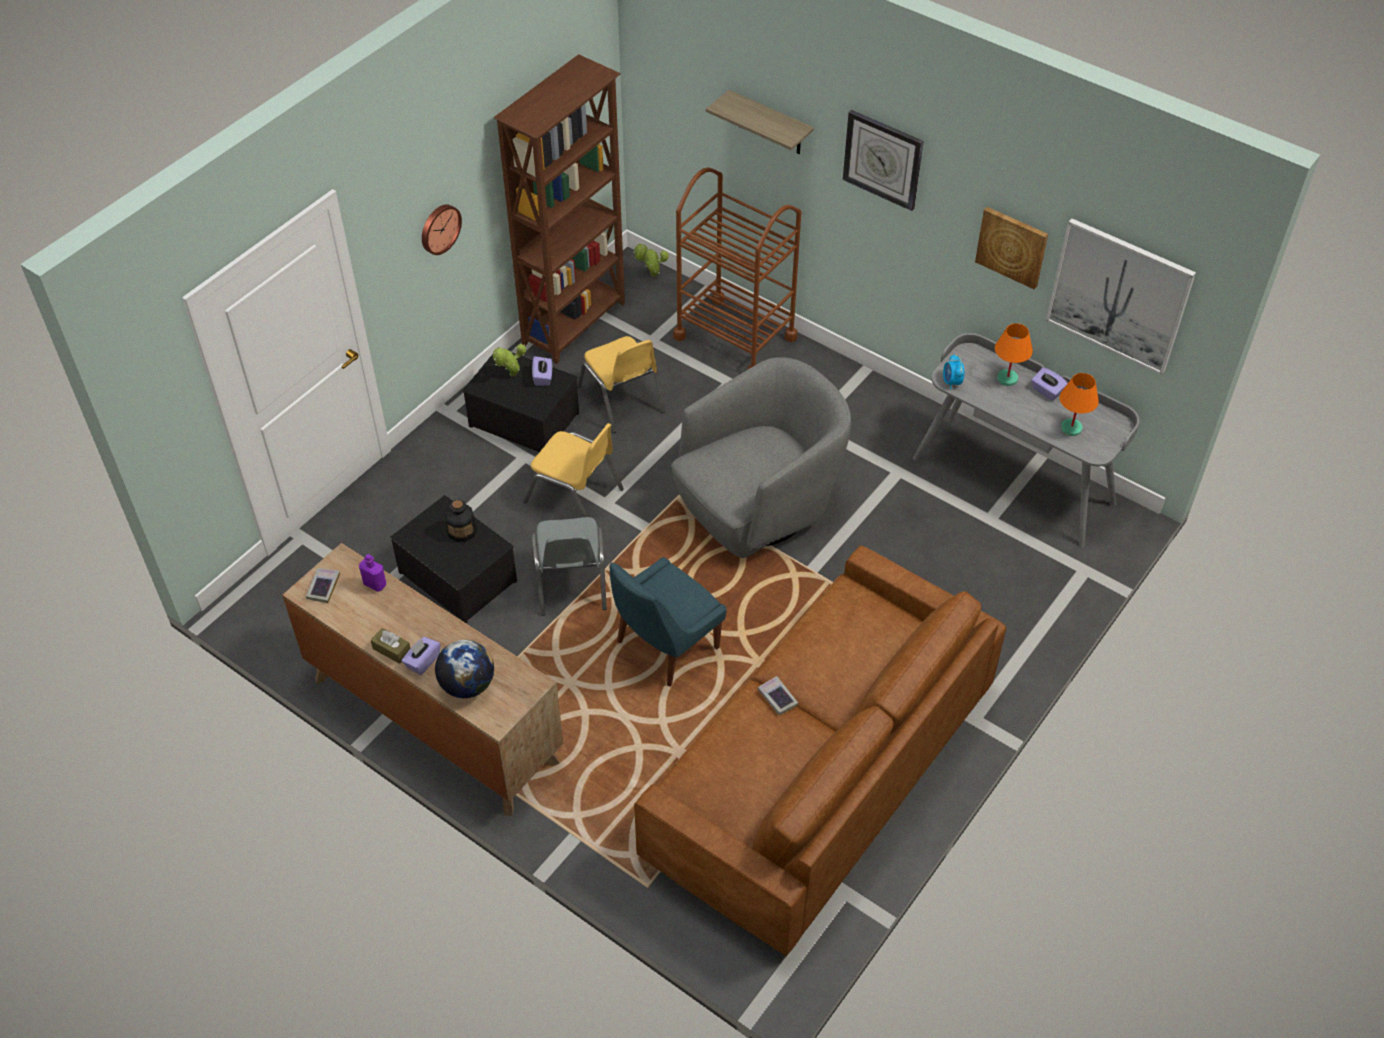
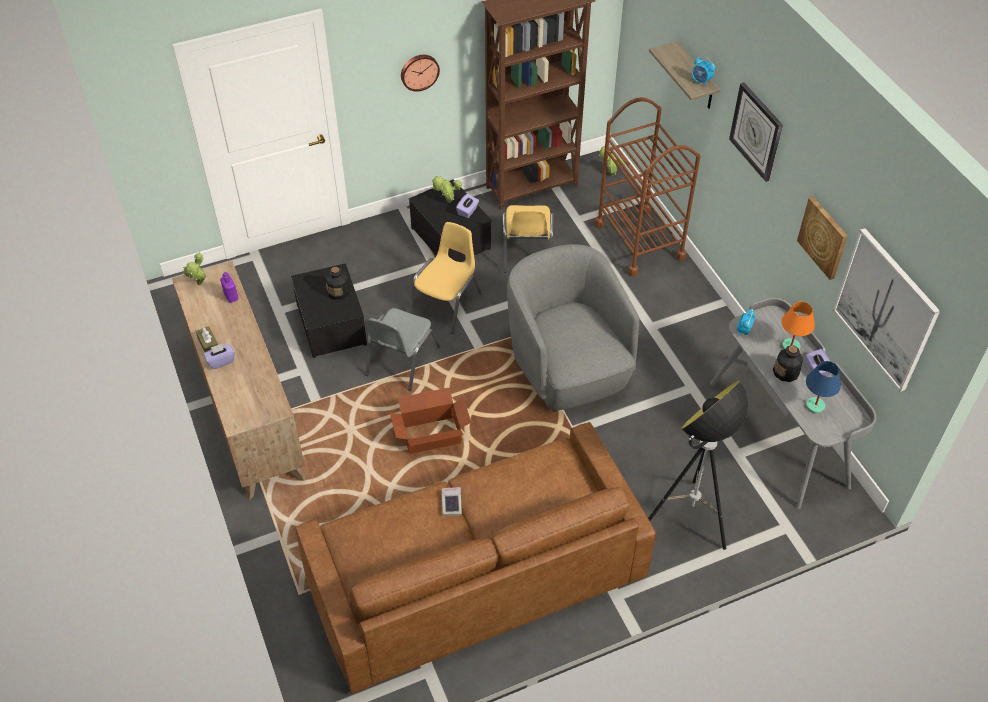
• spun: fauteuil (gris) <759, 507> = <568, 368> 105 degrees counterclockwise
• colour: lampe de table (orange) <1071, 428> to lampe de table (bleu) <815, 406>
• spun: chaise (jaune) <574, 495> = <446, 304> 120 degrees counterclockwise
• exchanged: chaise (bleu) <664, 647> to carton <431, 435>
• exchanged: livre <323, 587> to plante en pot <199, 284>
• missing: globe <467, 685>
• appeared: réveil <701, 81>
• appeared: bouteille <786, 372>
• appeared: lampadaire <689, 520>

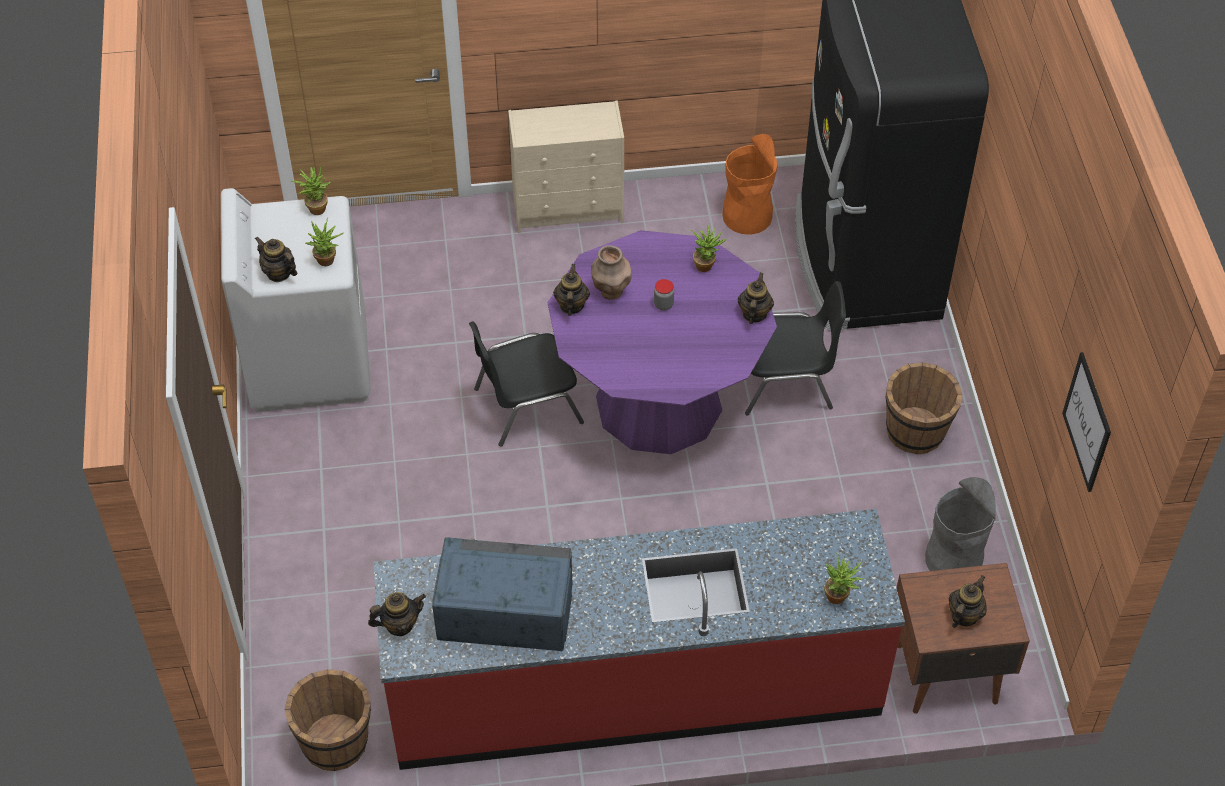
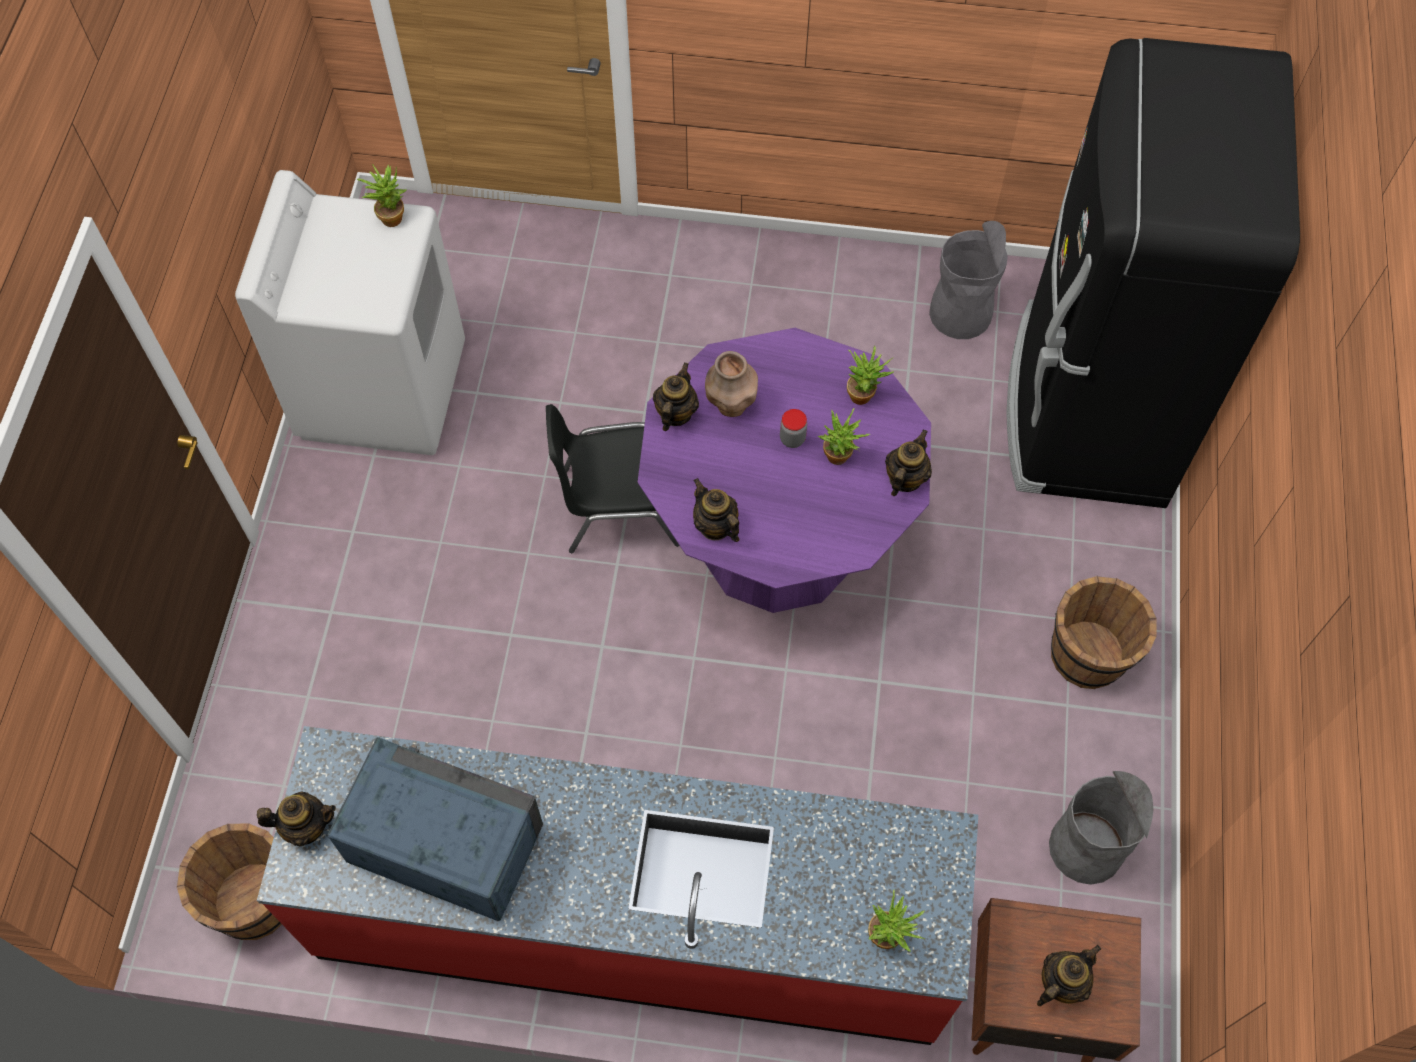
• missing: commode (beige) <569, 209>
• colour: poubelle (orange) <747, 216> to poubelle (gris) <960, 313>
• relocated: plante en pot <328, 262> to <839, 459>
• relocated: théière <279, 273> to <715, 526>
• missing: chaise (noir) <786, 381>
• missing: tableau <1087, 422>

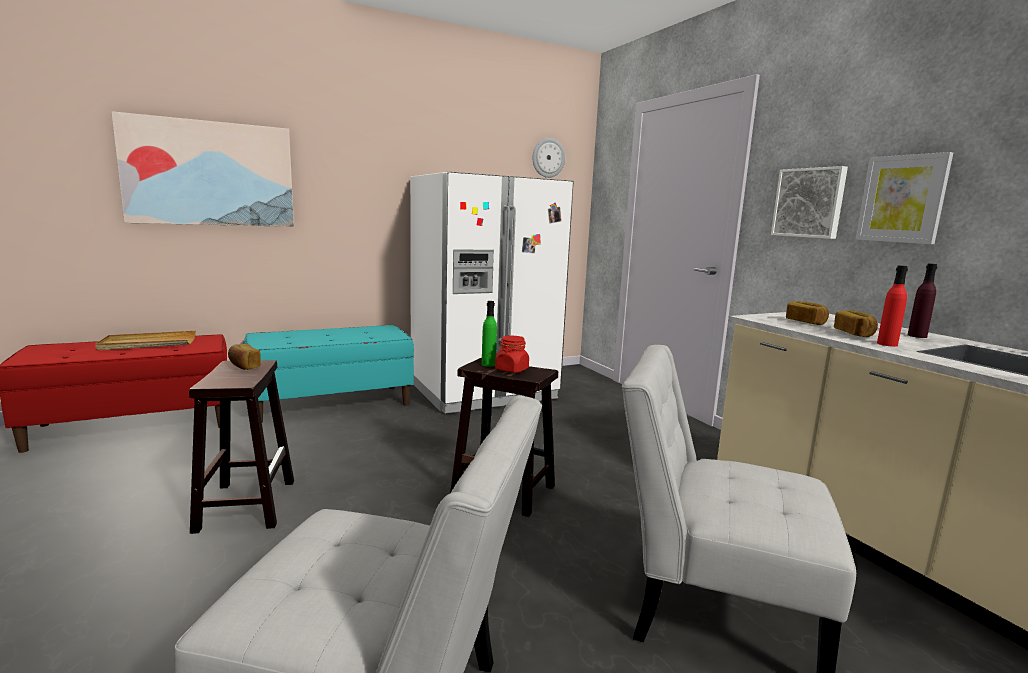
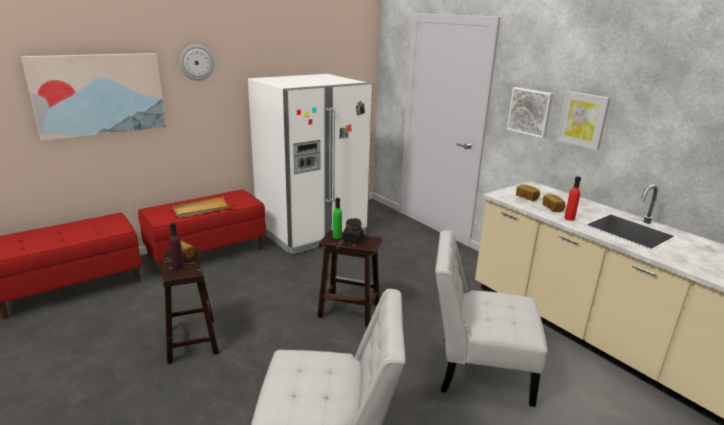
• relocated: horloge murale <548, 158> to <196, 62>
• relocated: bouteille (violet) <917, 336> to <178, 266>
• colour: banc (turquoise) <332, 403> to banc (rouge) <207, 252>
• relocated: plateau (beige) <148, 344> to <201, 209>
• colour: bocal (rouge) <511, 369> to bocal (noir) <353, 240>

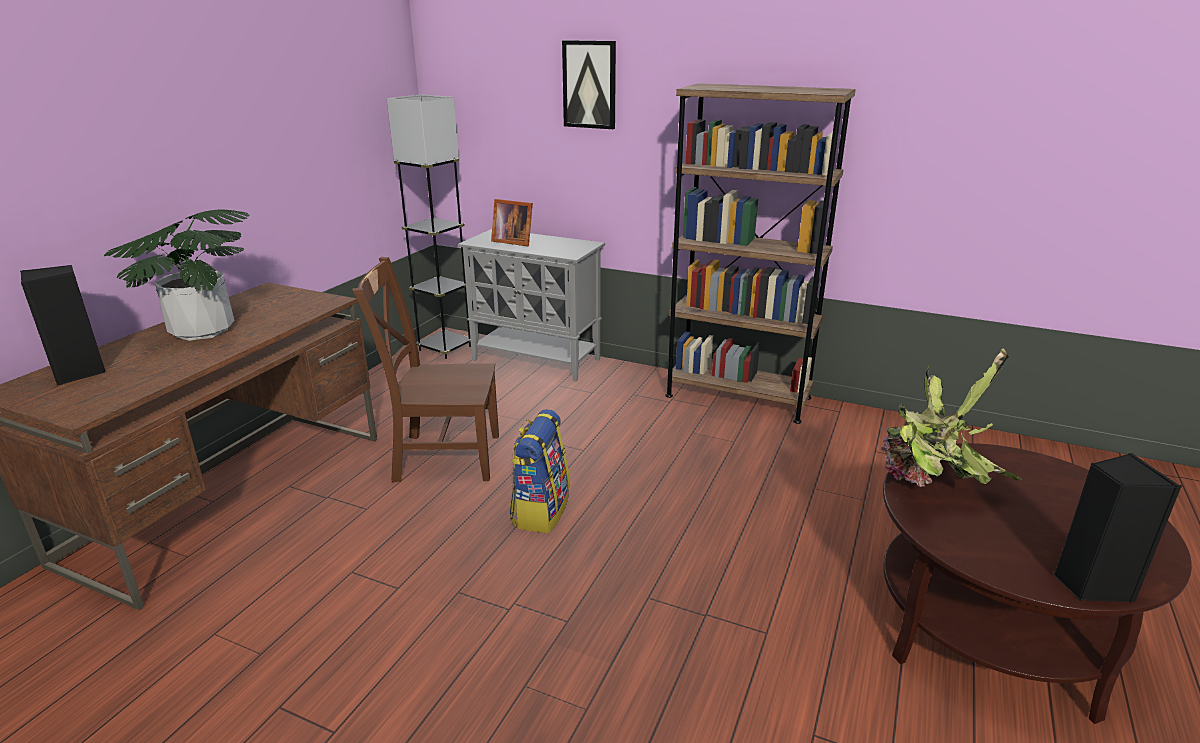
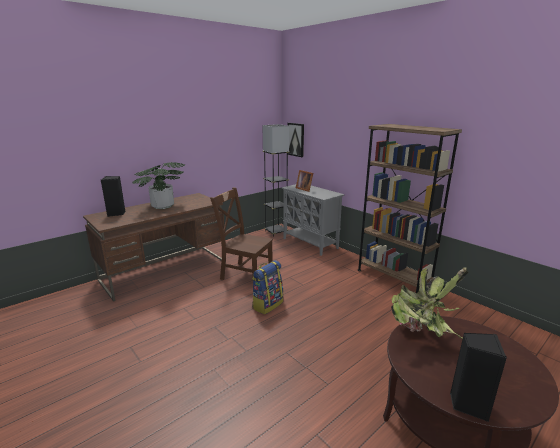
• relocated: tableau <589, 84> to <296, 139>

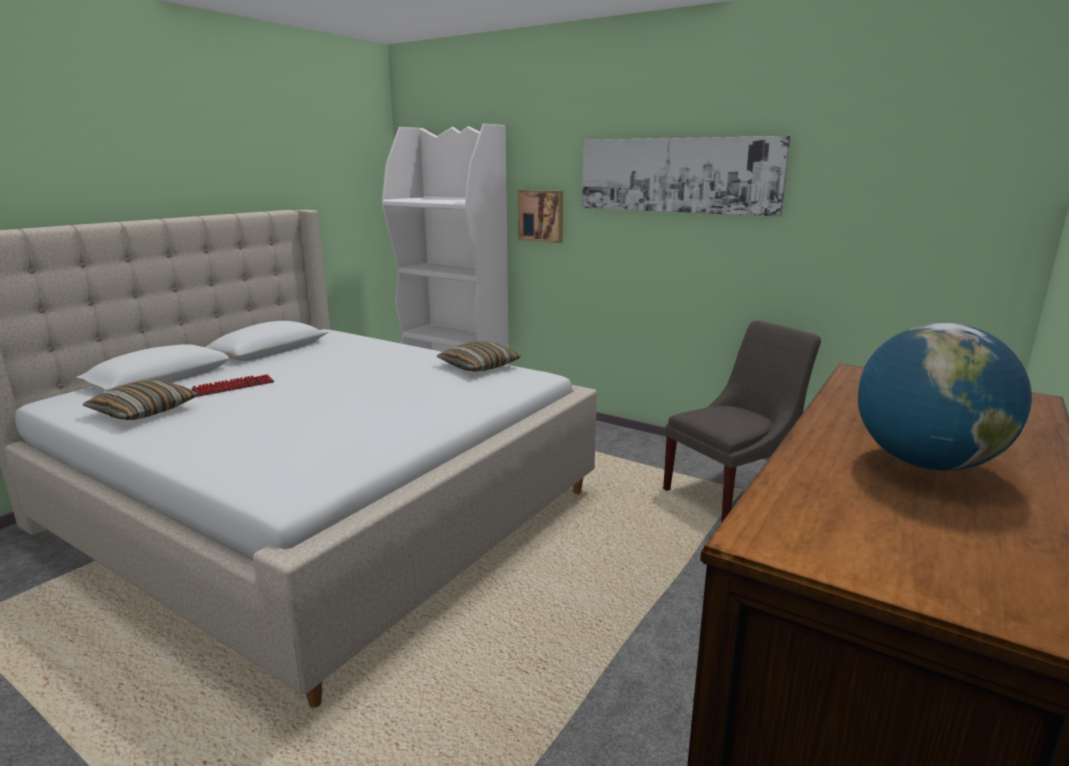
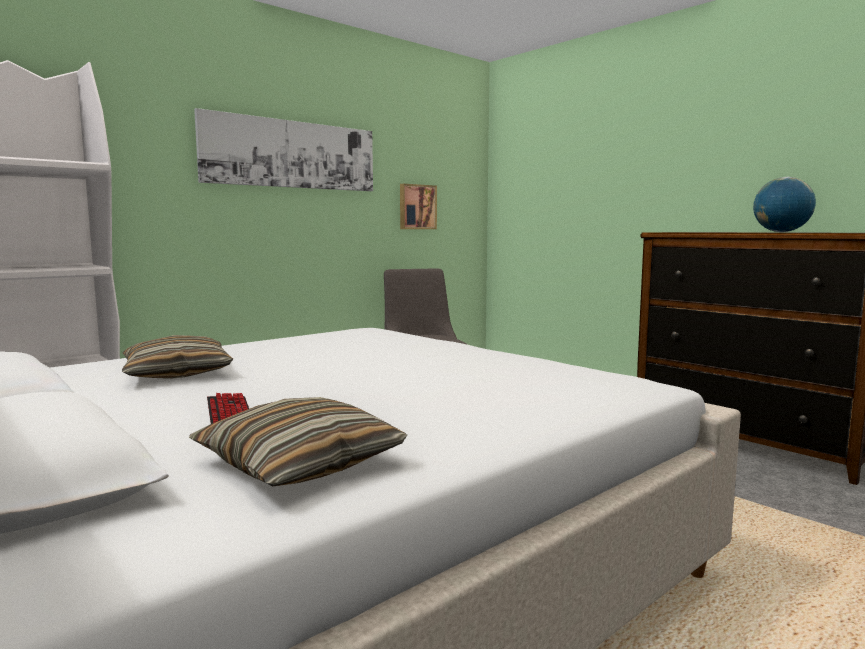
• relocated: tableau <541, 215> to <417, 207>
• relocated: coussin <479, 366> to <177, 373>

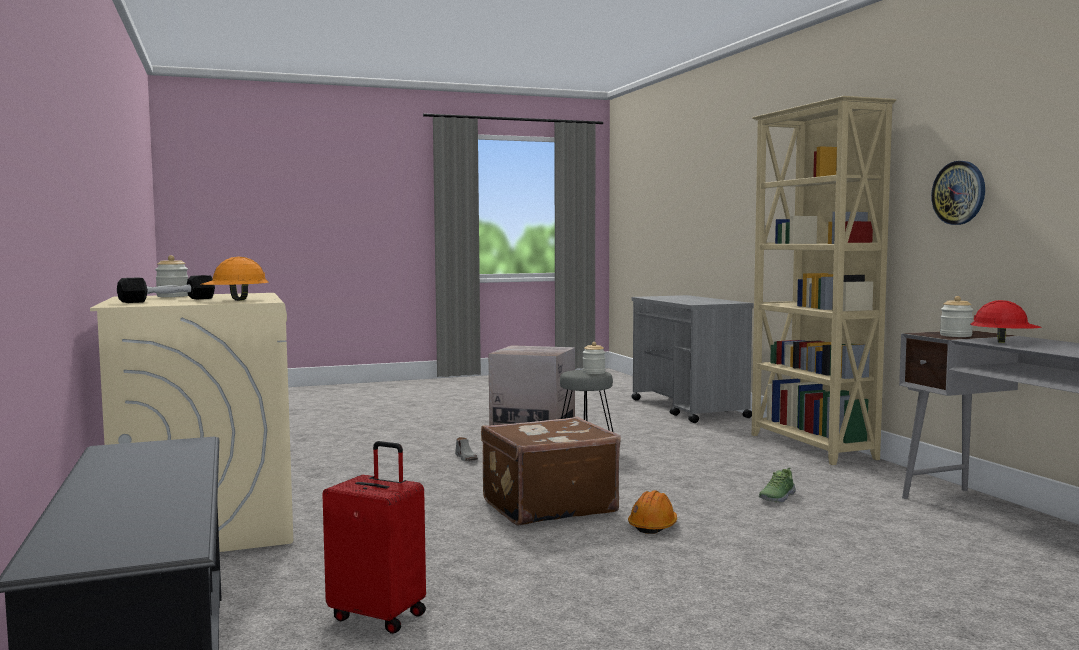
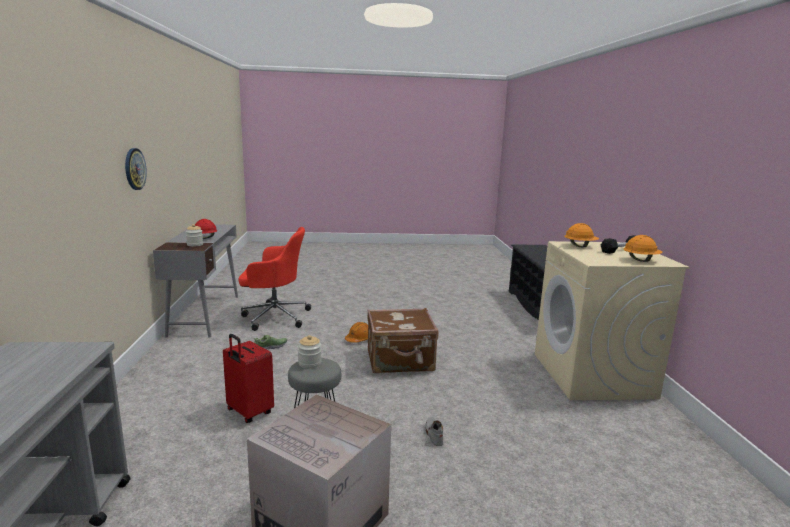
• missing: bibliothèque (beige) <811, 447>
• exchanged: bocal <173, 296> to casque de chantier (orange) <640, 260>
• relocated: valise (rouge) <379, 615> to <248, 412>
• appeared: chaise de bureau (rouge) <274, 316>

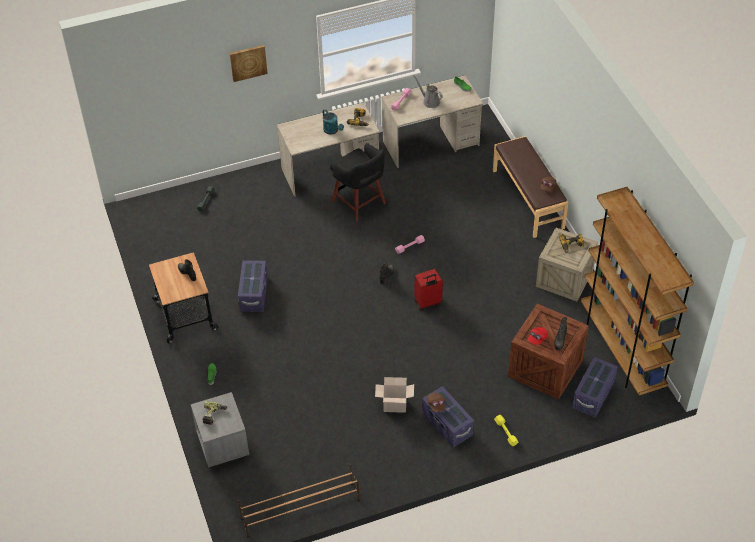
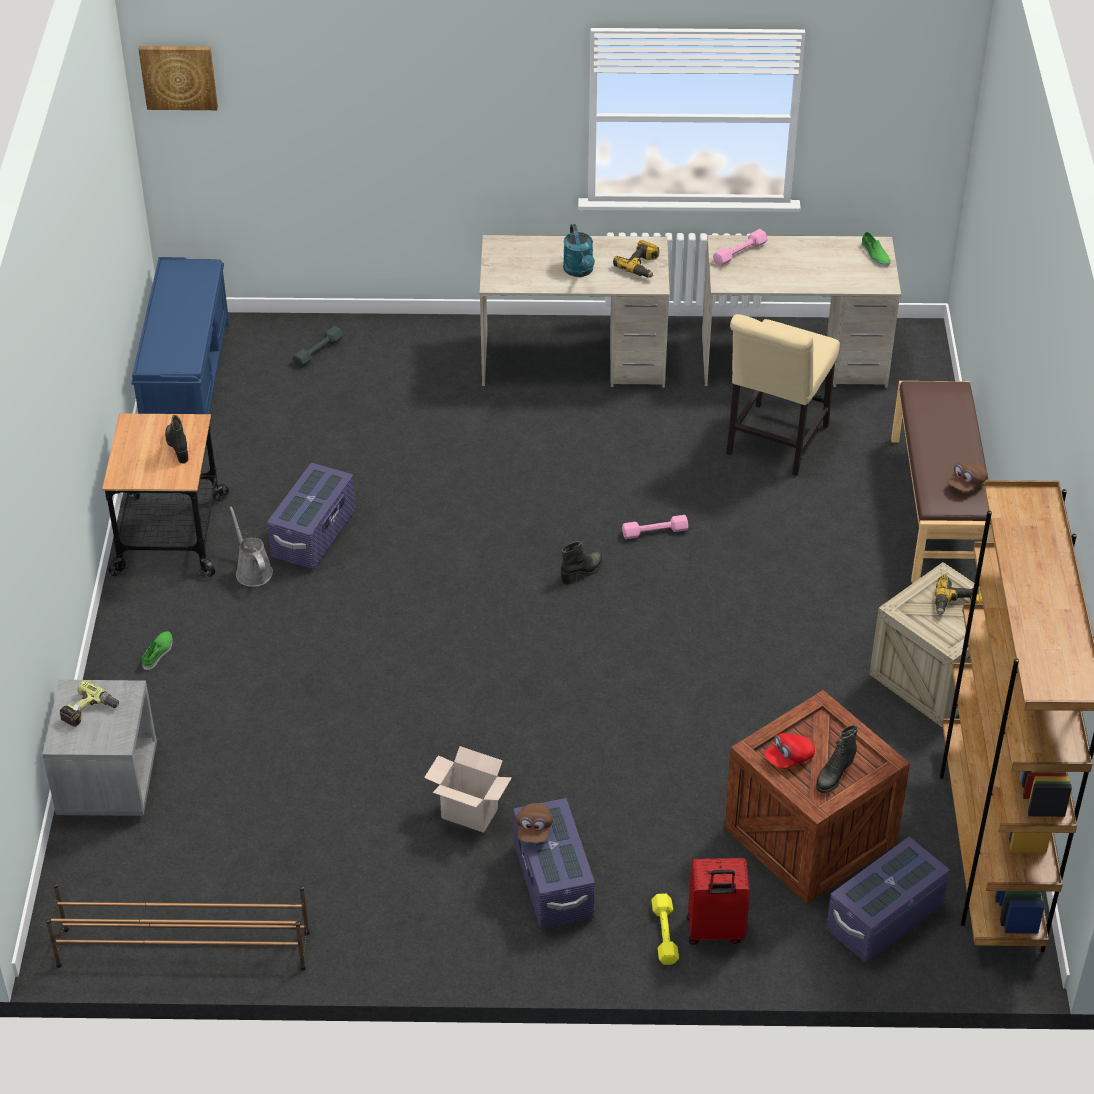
• relocated: tableau <248, 62> to <179, 76>
• relocated: arrosoir (gris) <430, 101> to <252, 571>
• missing: tabouret (noir) <359, 203>
• relocated: valise (rouge) <428, 303> to <715, 931>
• appeared: banc (bleu) <187, 379>
• appeared: chaise (beige) <774, 443>

